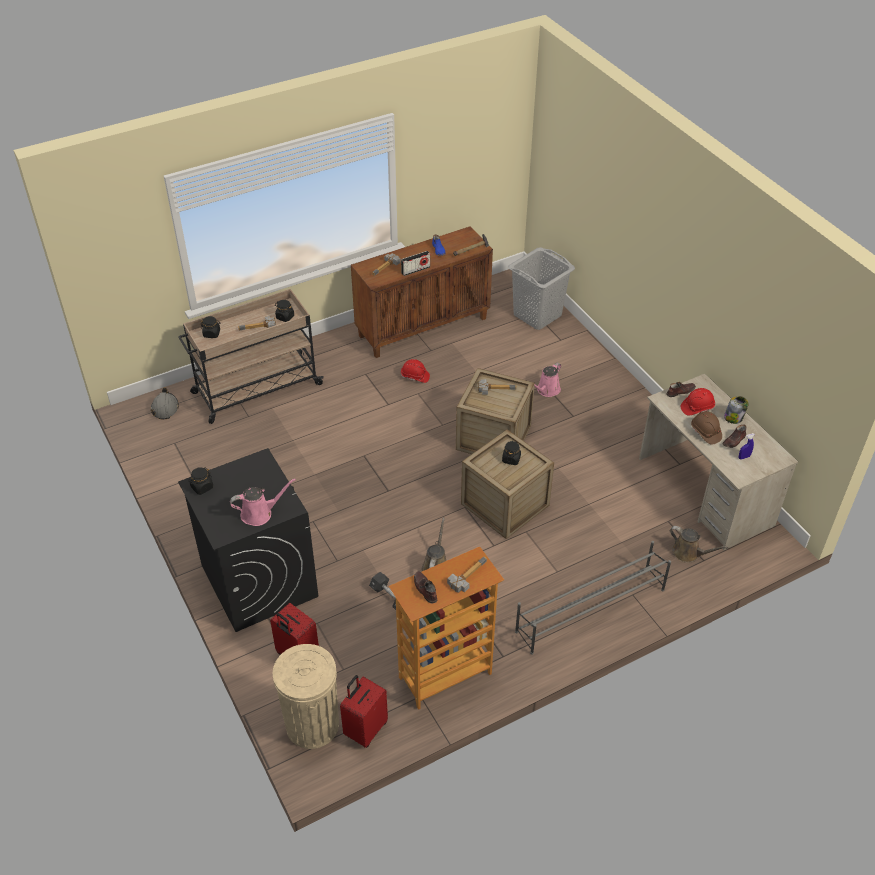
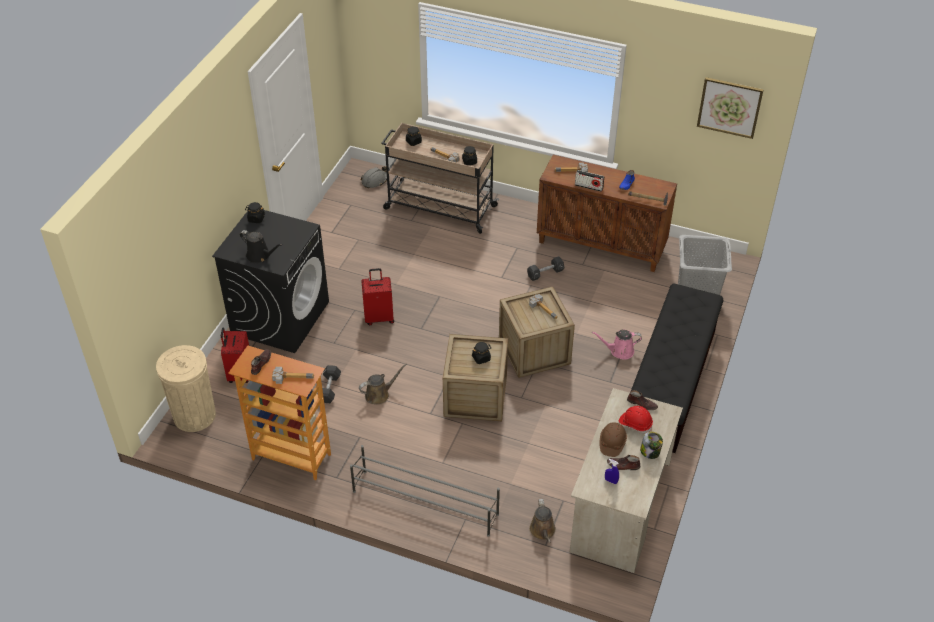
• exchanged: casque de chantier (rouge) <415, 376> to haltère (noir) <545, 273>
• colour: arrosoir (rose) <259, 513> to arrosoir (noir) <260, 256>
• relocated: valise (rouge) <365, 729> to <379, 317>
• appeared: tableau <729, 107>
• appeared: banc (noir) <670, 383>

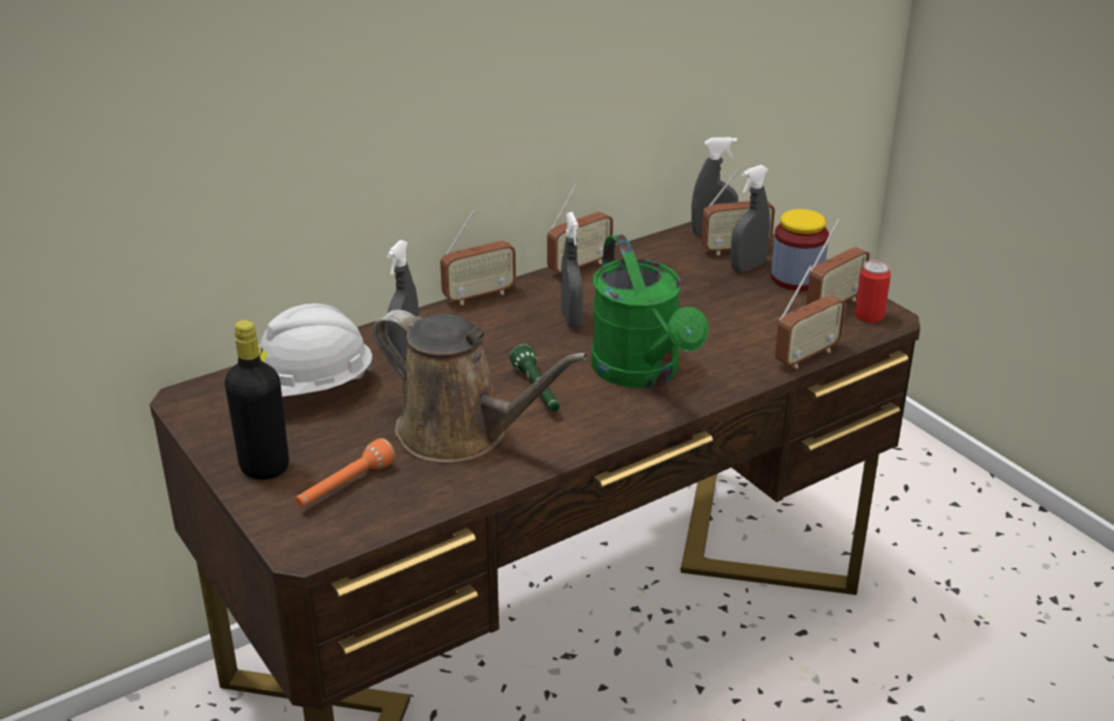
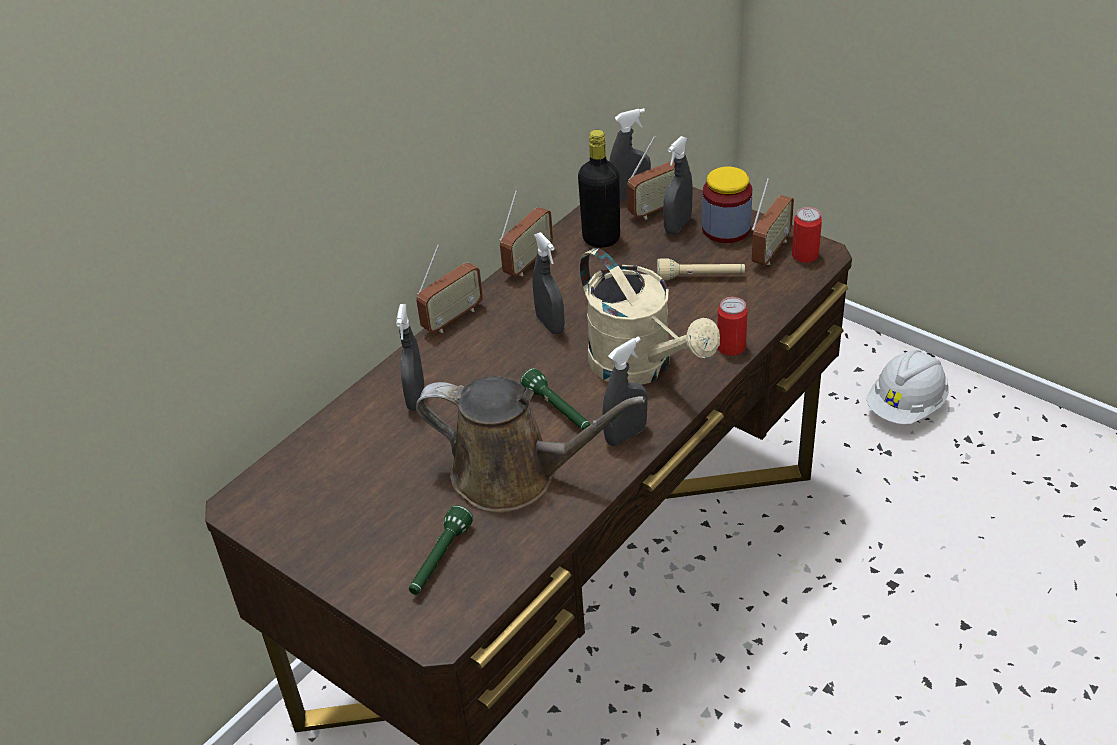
• colour: arrosoir (vert) <643, 373> to arrosoir (beige) <641, 367>
• missing: radio <806, 356>
• relocated: casque de chantier (blanc) <309, 389> to <906, 406>
• relocated: bouteille (noir) <264, 467> to <601, 239>
• colour: lampe de poche (orange) <345, 487> to lampe de poche (vert) <439, 560>
• appeared: lampe de poche (beige) <701, 277>
• appeared: boîte métallique <731, 347>
• appeared: vaporisateur (gris) <626, 435>

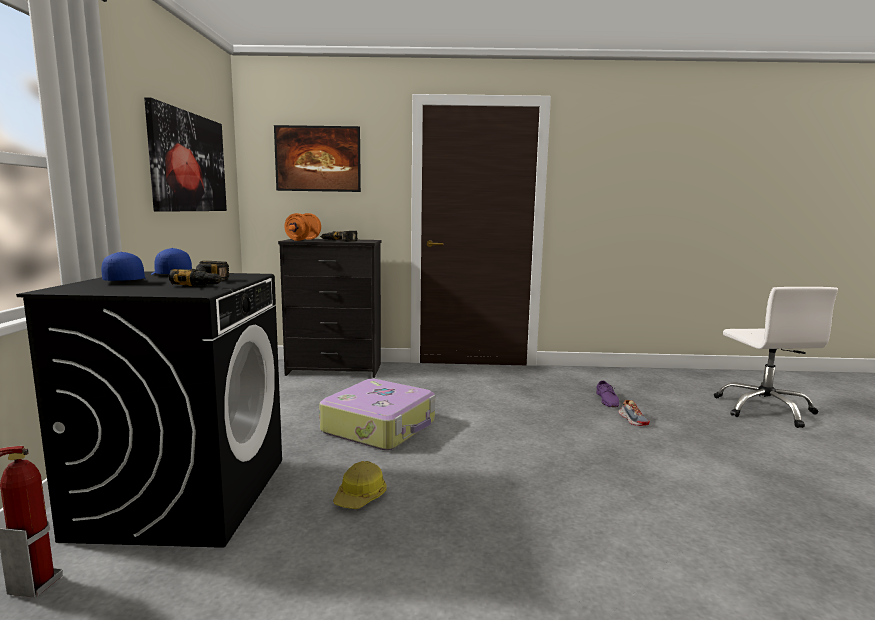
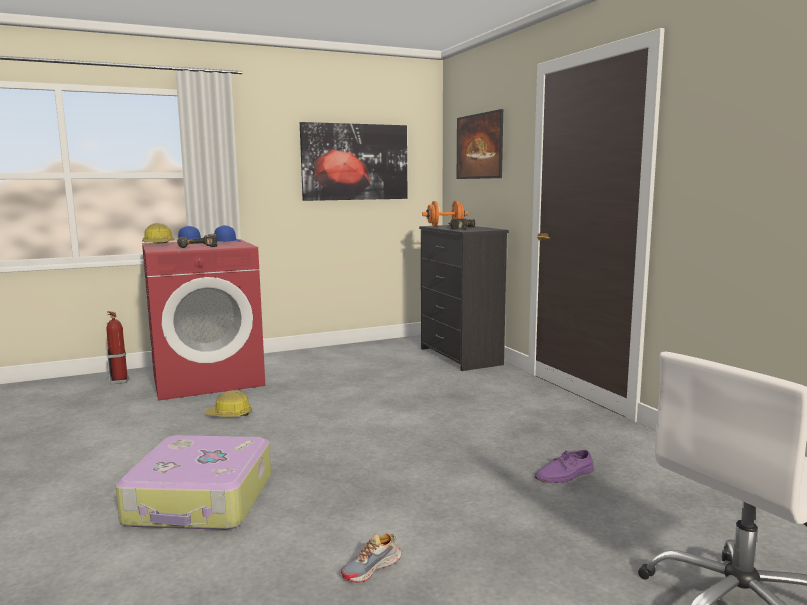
• colour: lave-linge (noir) <184, 495> to lave-linge (rouge) <208, 379>
• relocated: valise <380, 427> to <201, 500>
• relocated: chaussure <633, 420> to <372, 568>
• appeared: casque de chantier <158, 244>

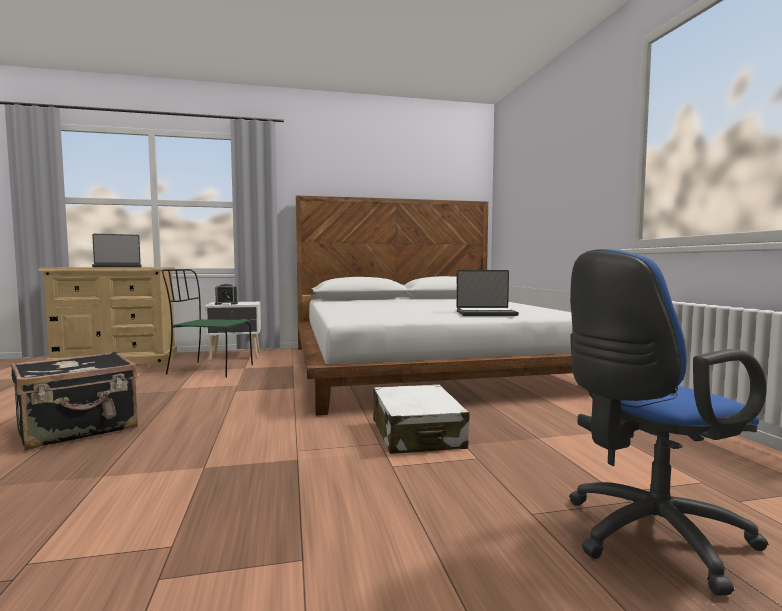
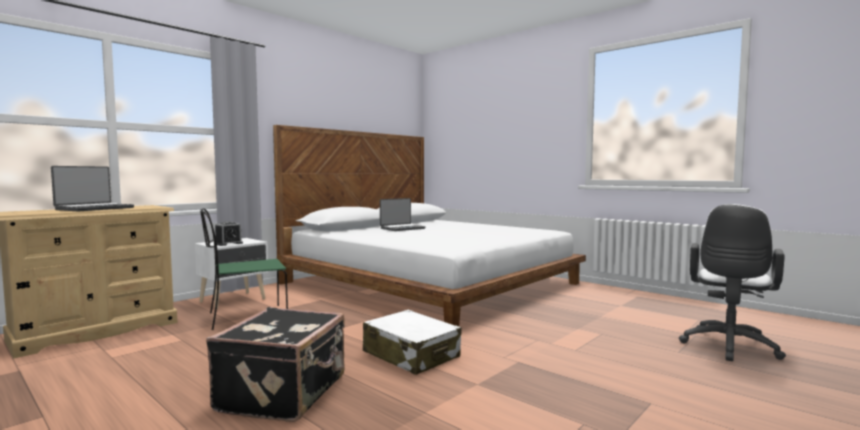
• colour: chaise de bureau (bleu) <648, 537> to chaise de bureau (blanc) <728, 347>
• relocated: ordinateur portable <486, 313> to <402, 228>
• relocated: valise (blanc) <417, 434> to <411, 355>

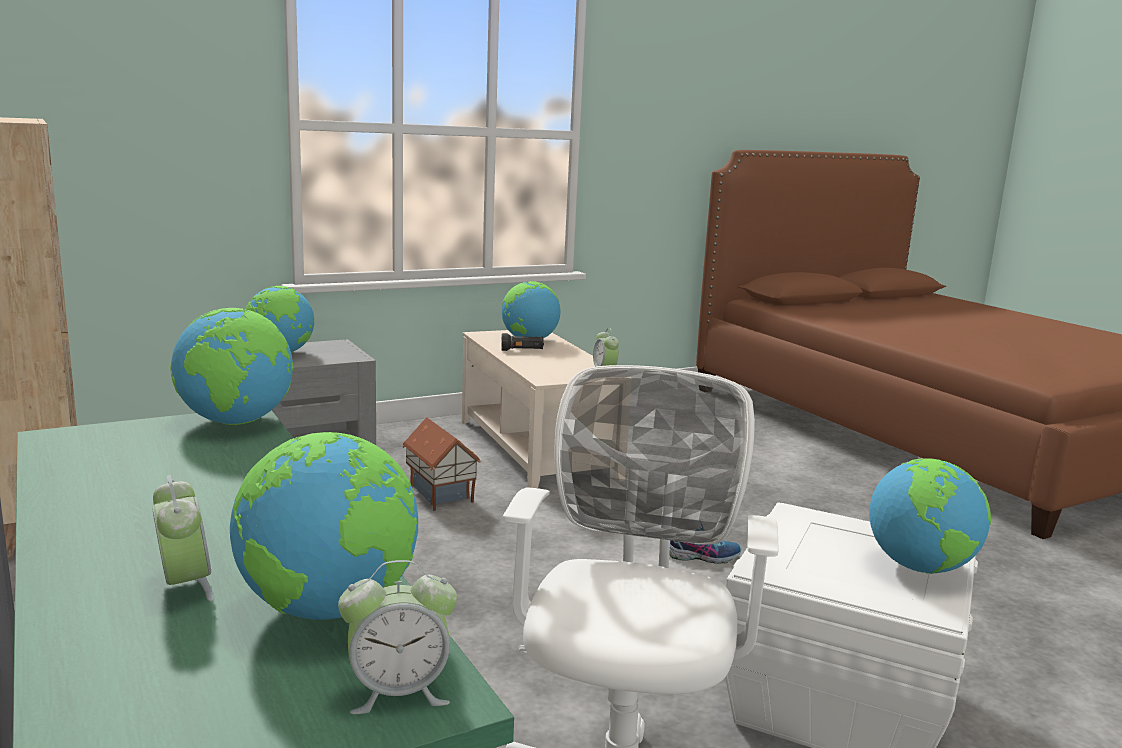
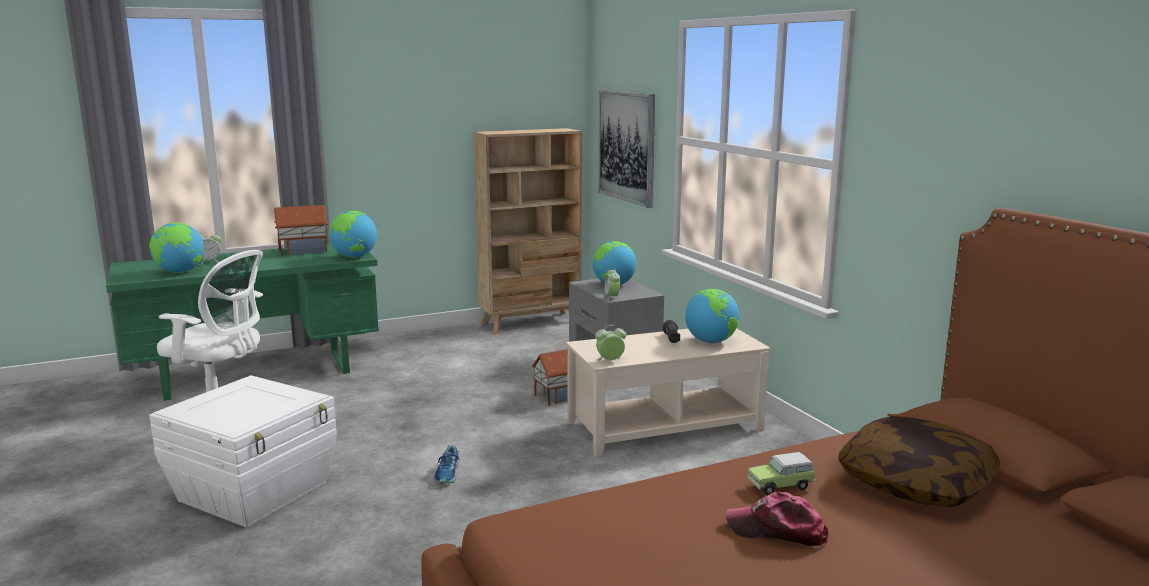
• missing: globe <920, 567>
• relocated: réveil <398, 692> to <612, 298>
• appeared: tableau <627, 146>
• appeared: maison miniature <303, 251>
• appeared: coussin <915, 484>
• appeared: petite voiture <782, 486>
• appeared: casquette <777, 531>

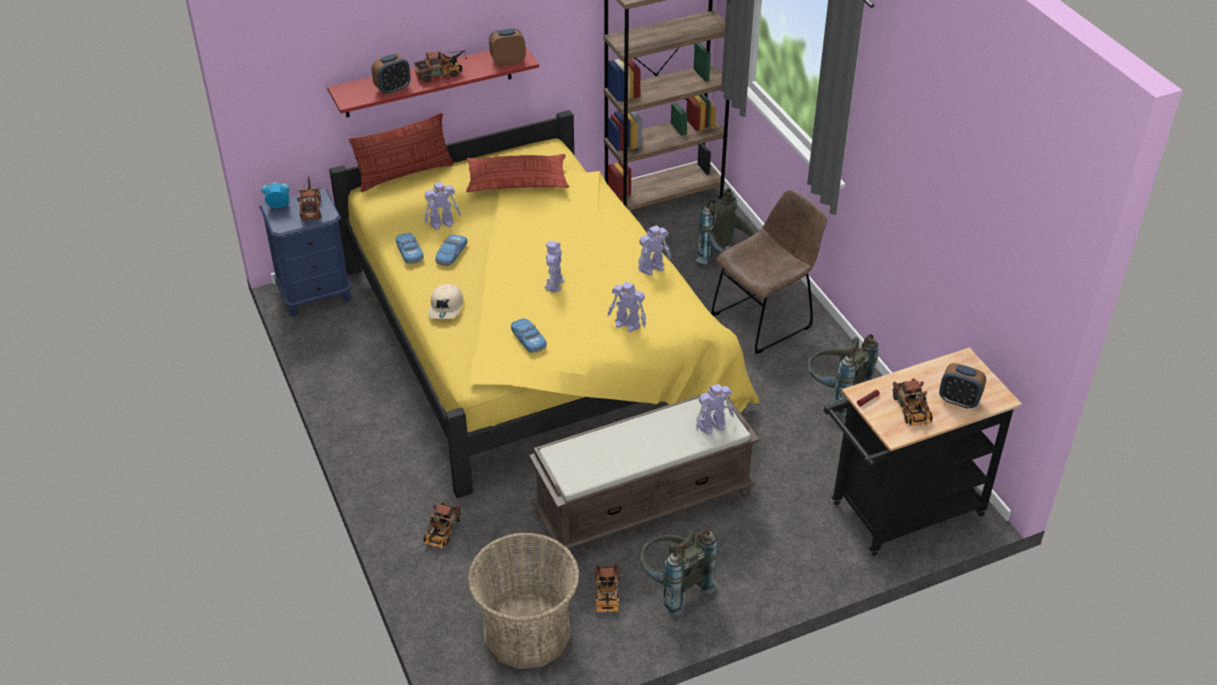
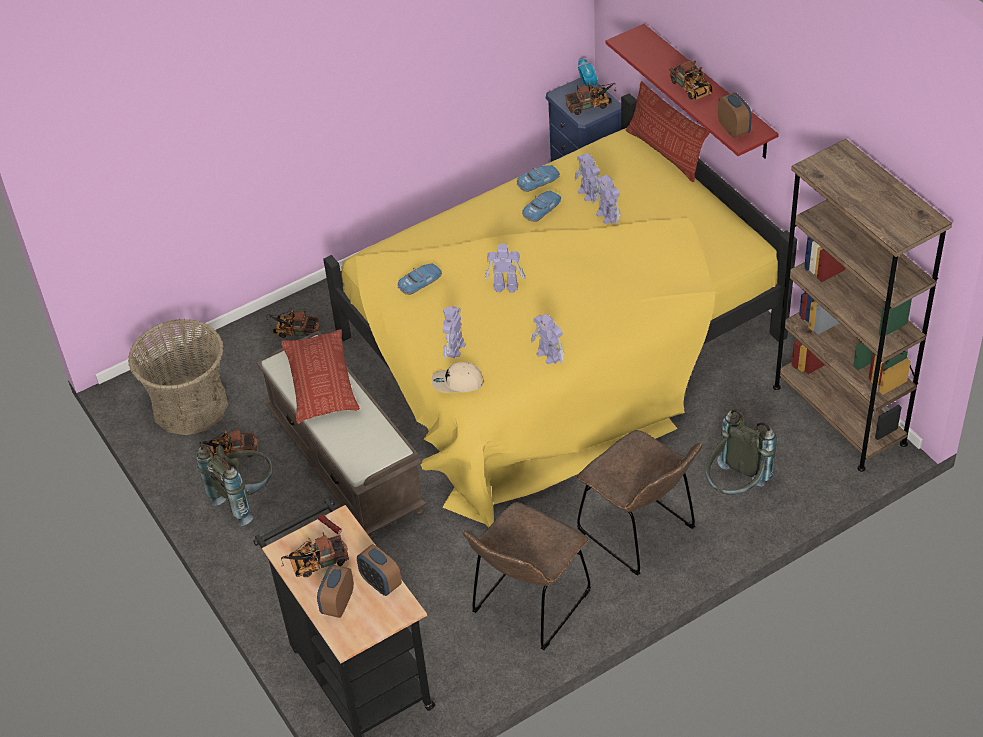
• relocated: réveil <393, 89> to <381, 583>
• relocated: coussin <517, 180> to <320, 382>
• spun: petite voiture <451, 254> = <542, 209> 120 degrees clockwise
• relocated: casquette (beige) <446, 307> to <457, 383>
• exchanged: sac à dos (gris) <835, 394> to chaise (marron) <528, 606>
• relocated: robot jouet <713, 426> to <607, 216>

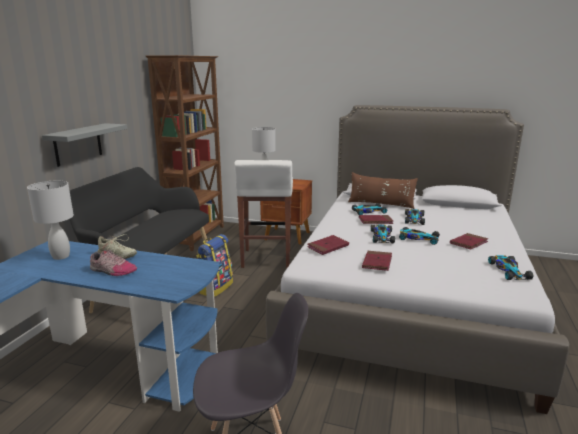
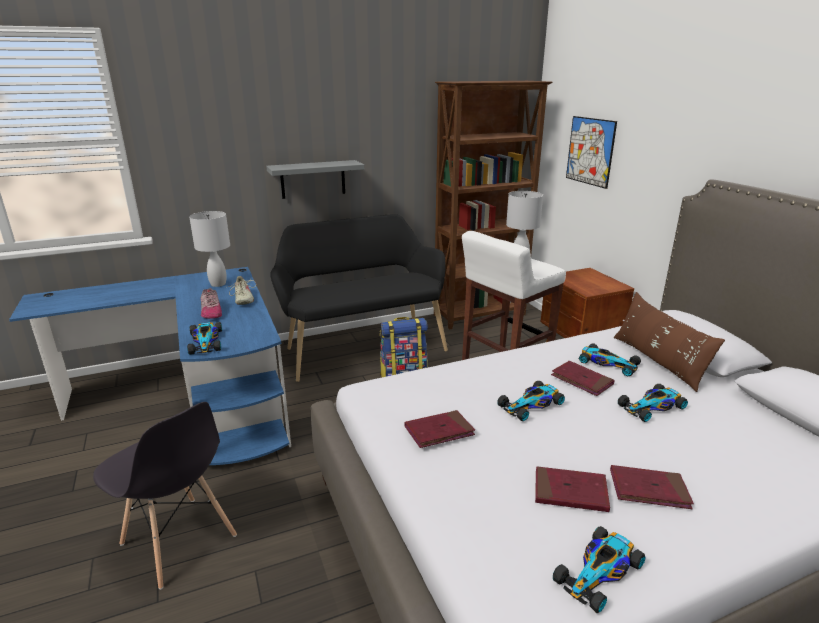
• relocated: petite voiture <417, 238> to <206, 341>
• relocated: livre (rouge) <328, 247> to <570, 492>
• appeared: tableau <590, 151>

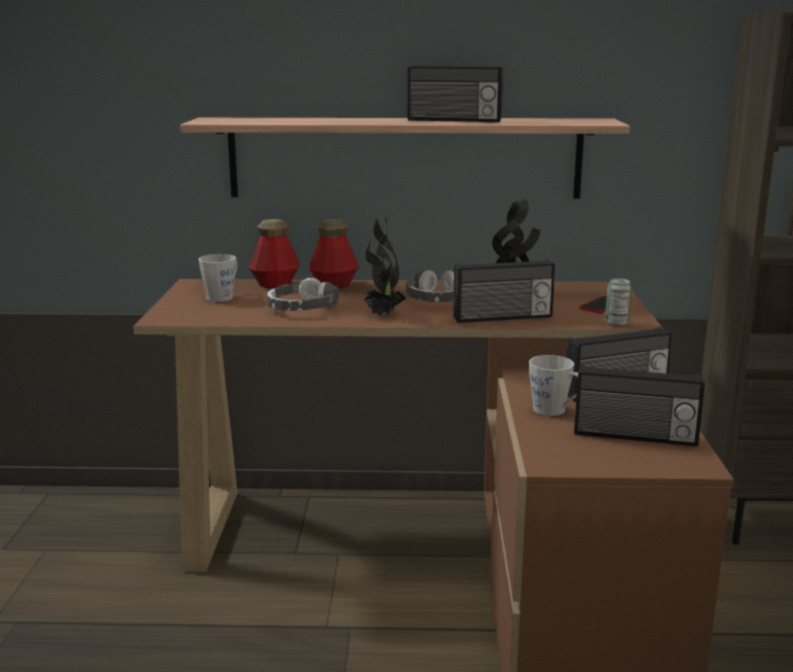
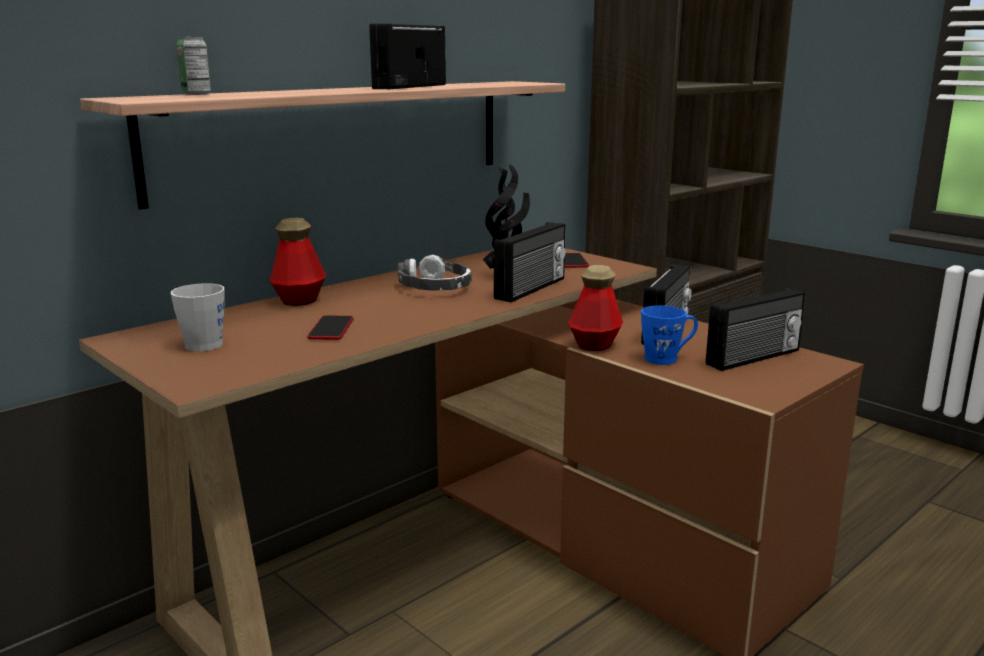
• spun: radio <454, 120> = <408, 87> 150 degrees clockwise
• missing: plante en pot <382, 315>
• relocated: bouteille <275, 284> to <594, 344>
• exchanged: casque audio <301, 308> to téléphone <331, 329>
• relocated: boîte métallique <616, 323> to <196, 94>
• colour: mug (gris) <555, 411> to mug (bleu) <667, 358>

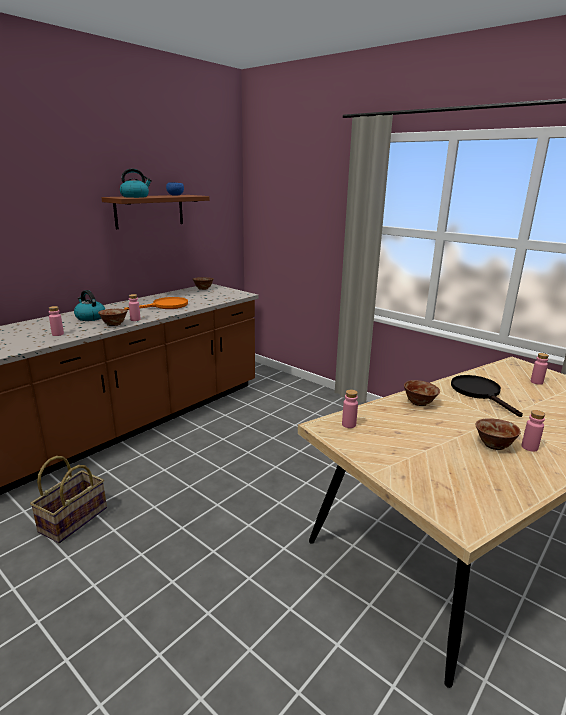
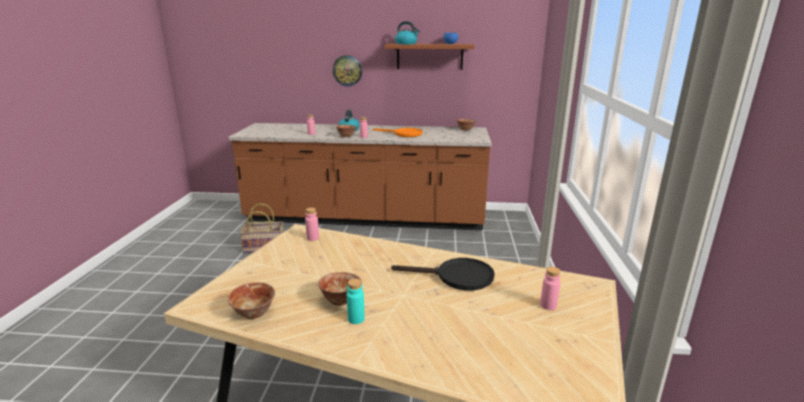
• spun: poêle (noir) <479, 393> = <456, 277> 60 degrees clockwise
• relocated: bol <419, 403> to <254, 313>
• colour: bouteille (rose) <529, 447> to bouteille (turquoise) <356, 319>
• appeared: horloge murale <347, 70>

